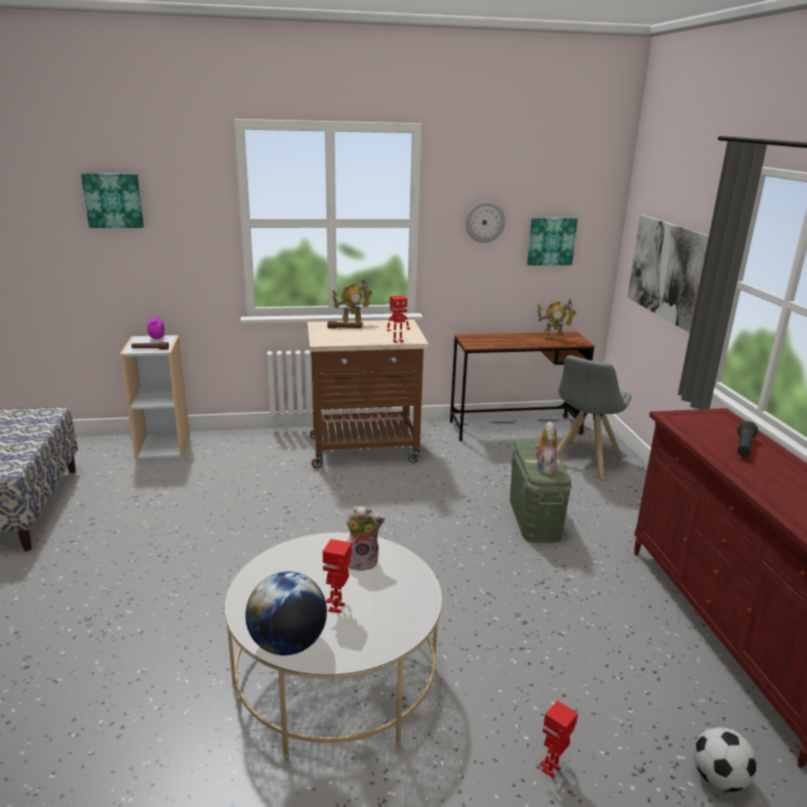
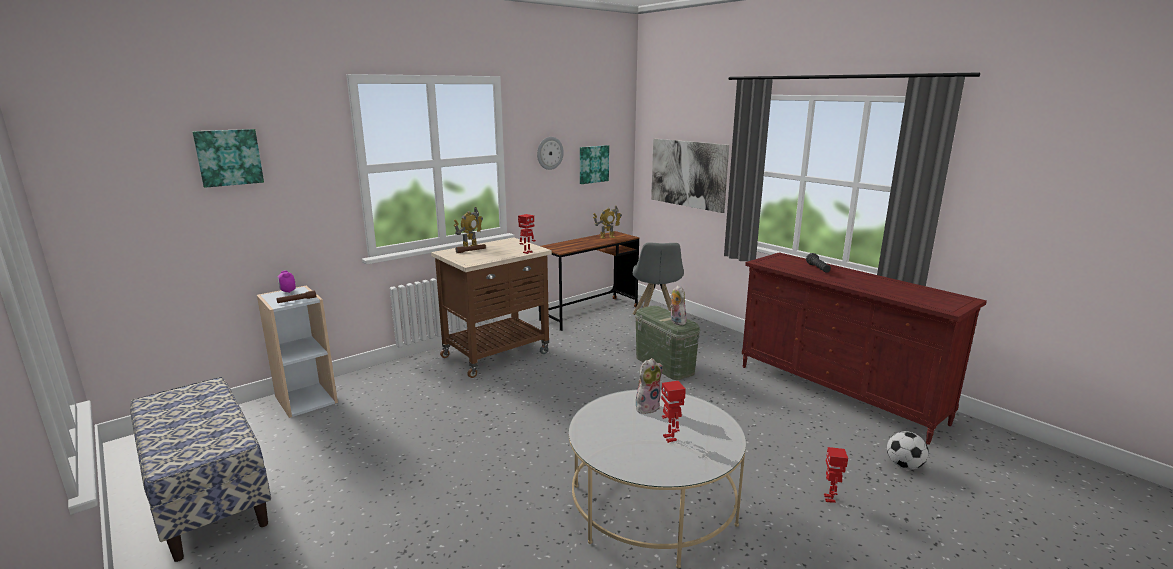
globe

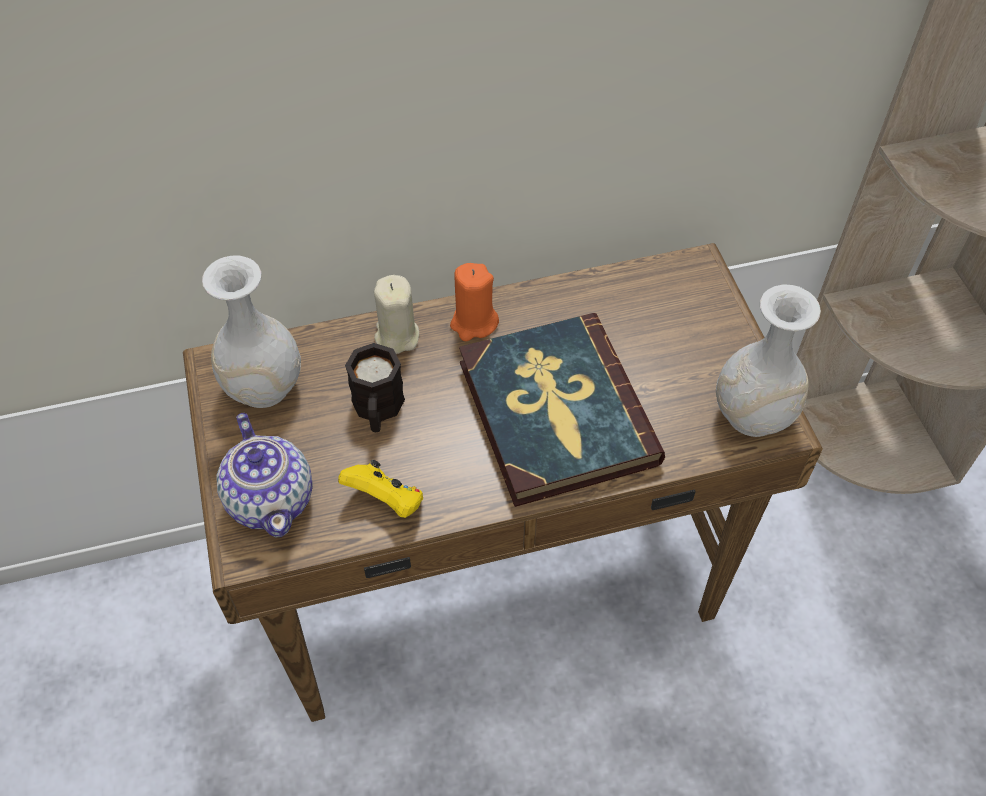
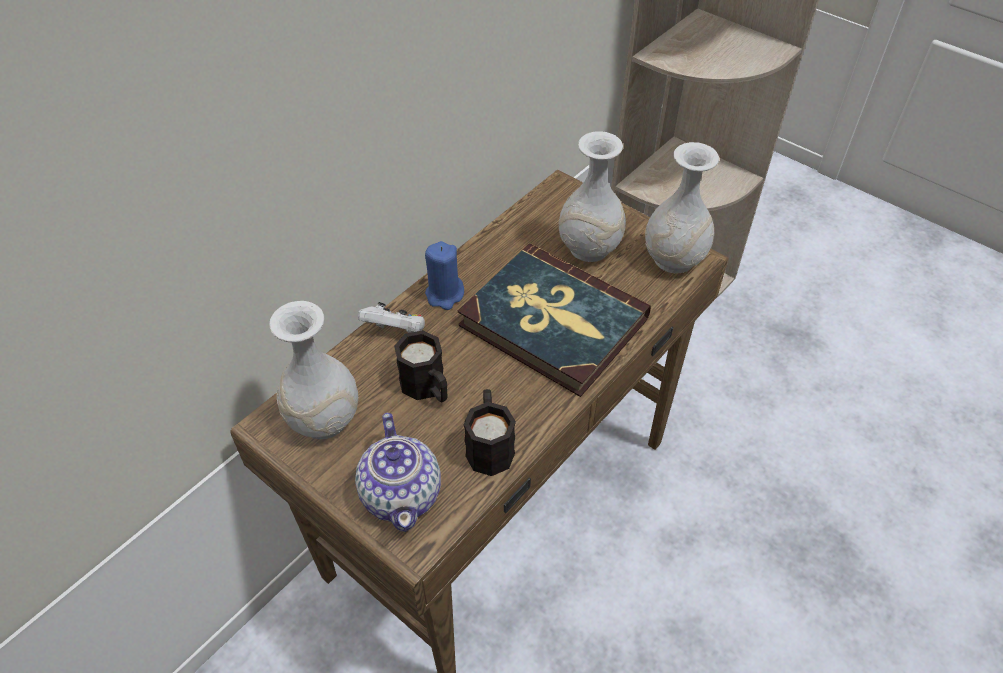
teapot
mug in black (2nd from left)
game controller in white
candle in blue
vase in white (2nd from left)

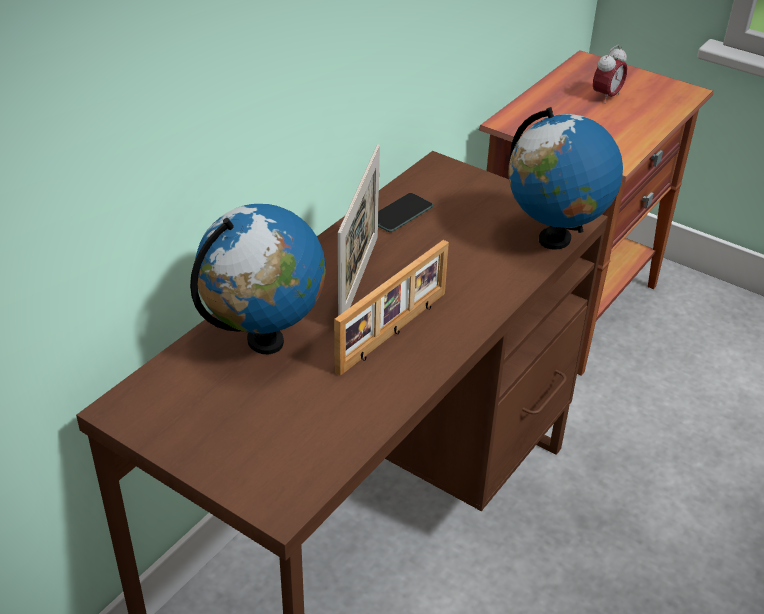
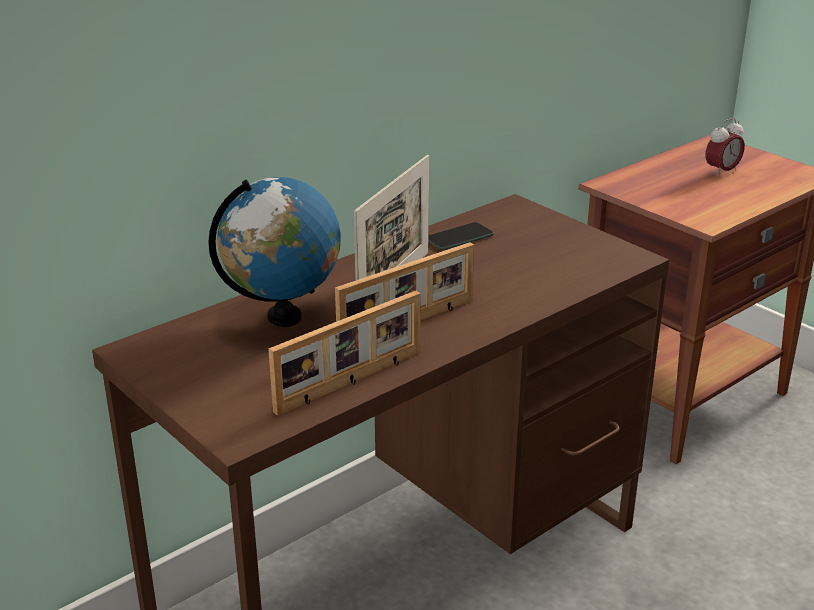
globe (2nd from left in the first image)
picture frame (1st from left)

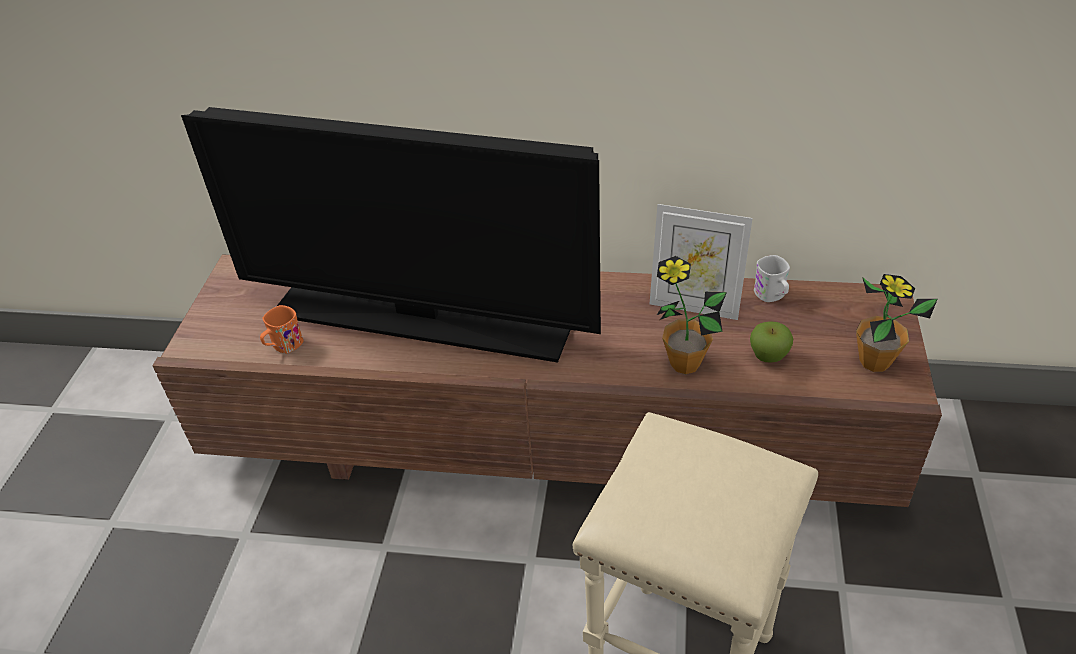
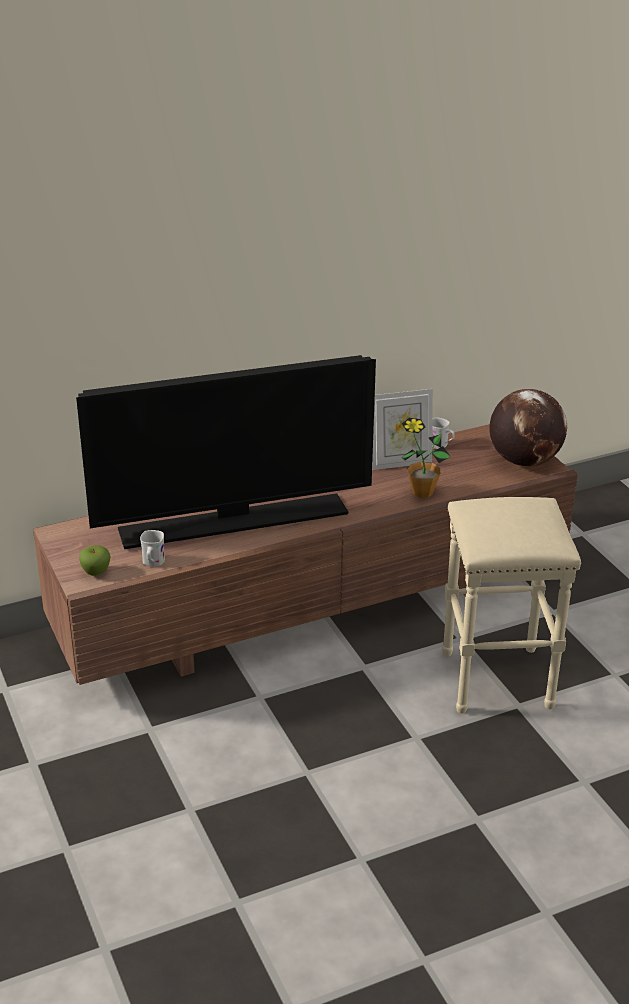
mug in white (1st from left)
apple
globe

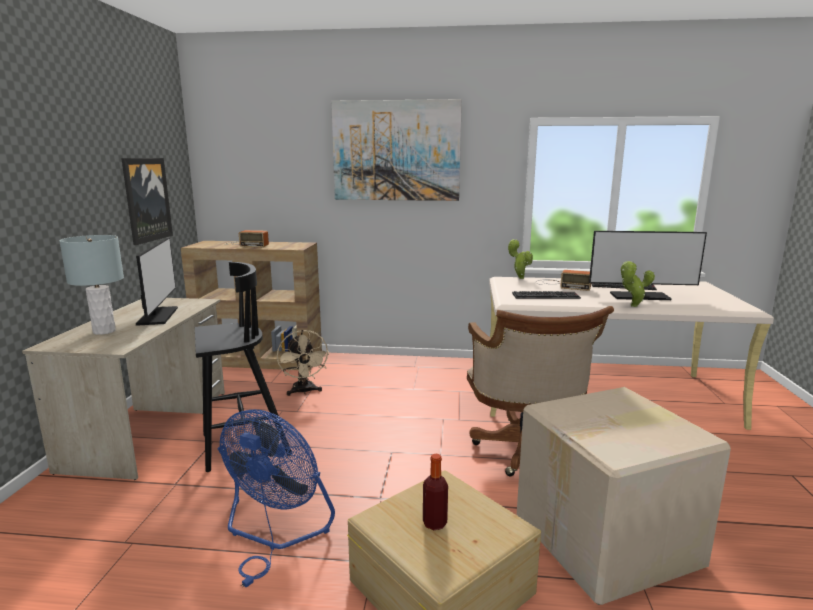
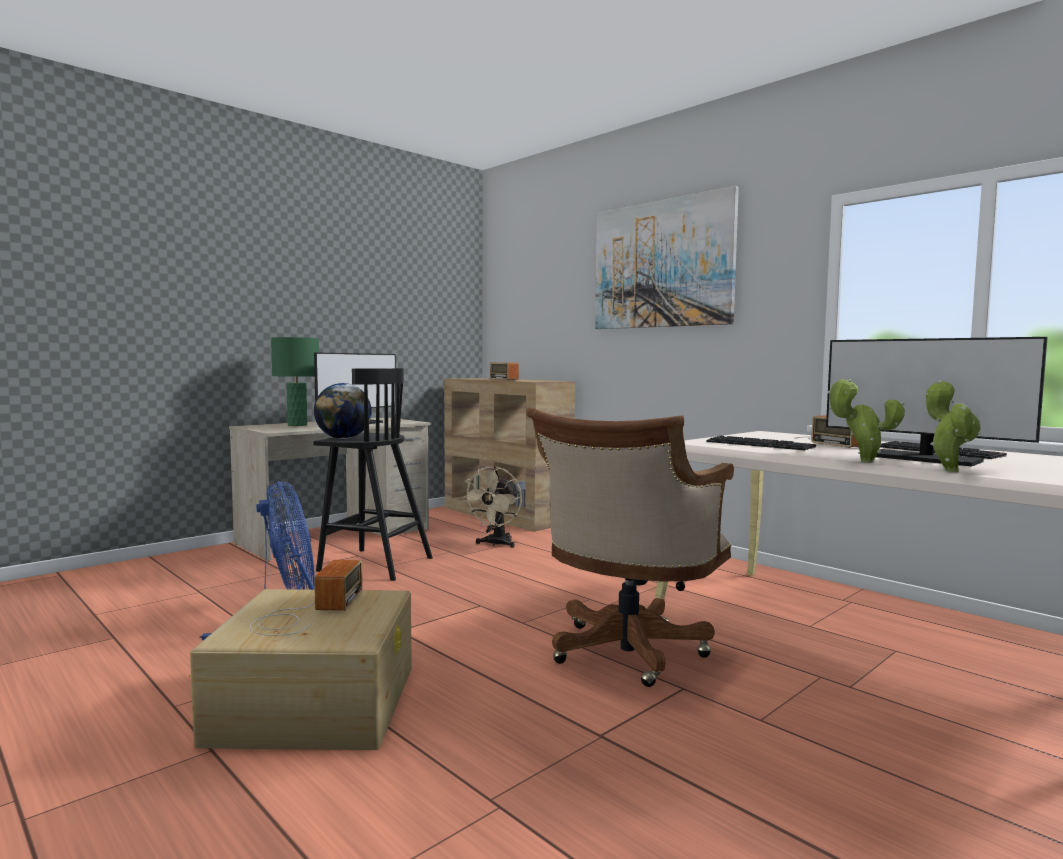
table lamp in green
picture (1st from left in the first image)
radio (1st from left)
potted plant (2nd from left)
cardboard box
globe

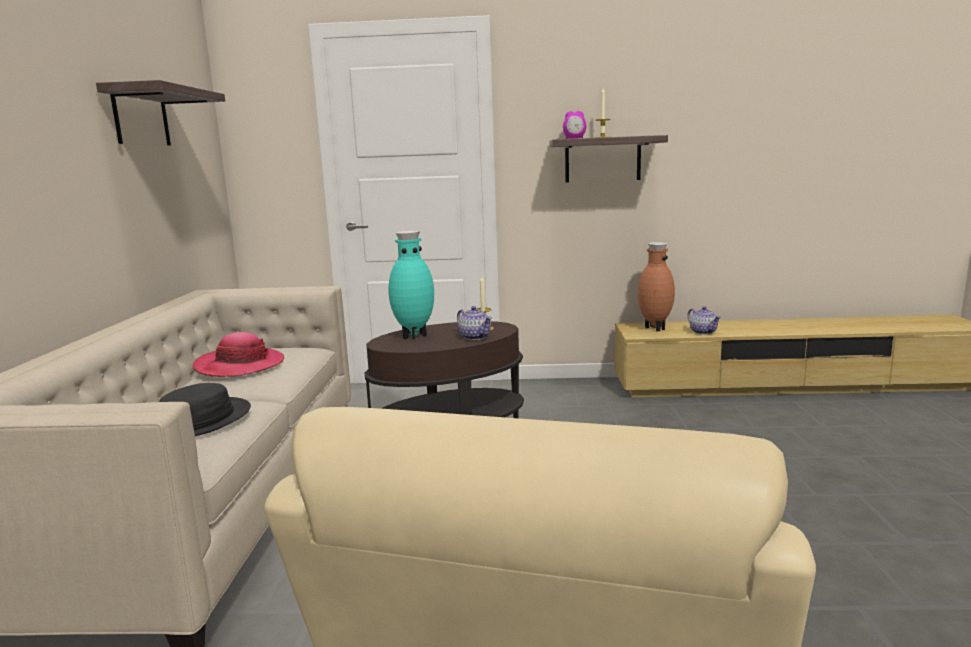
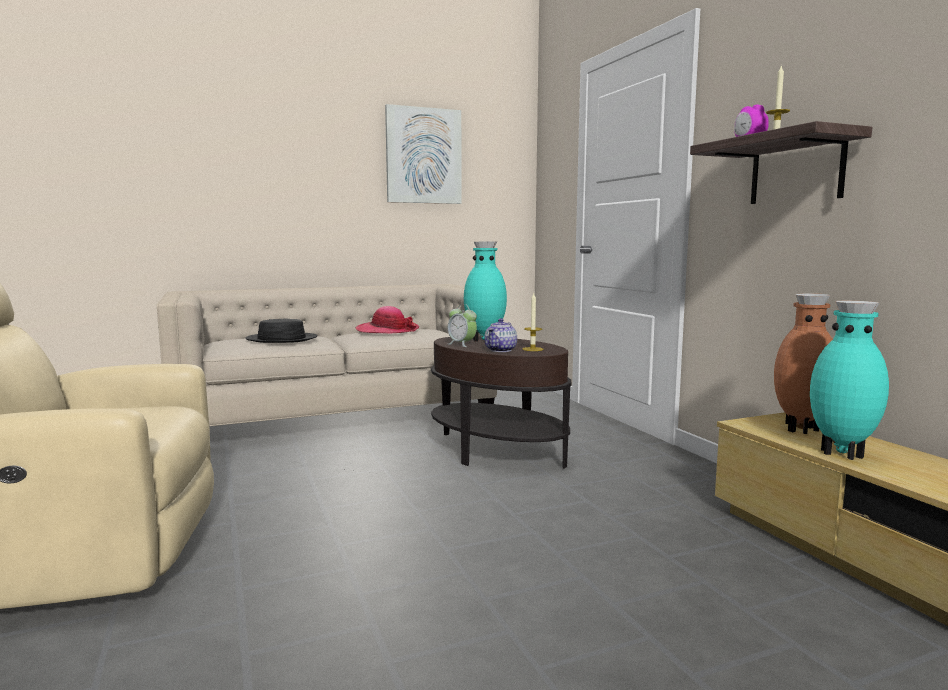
picture
vase in turquoise (2nd from left)
alarm clock (1st from left)

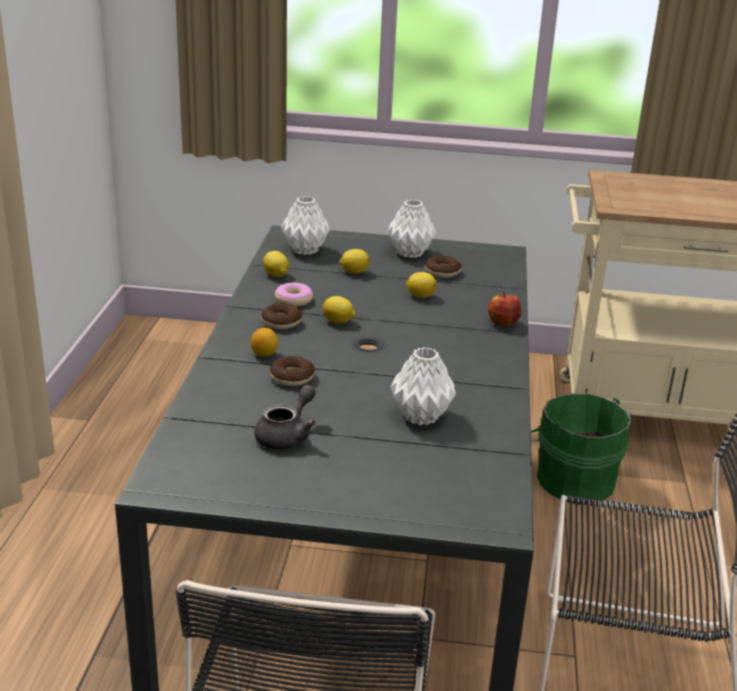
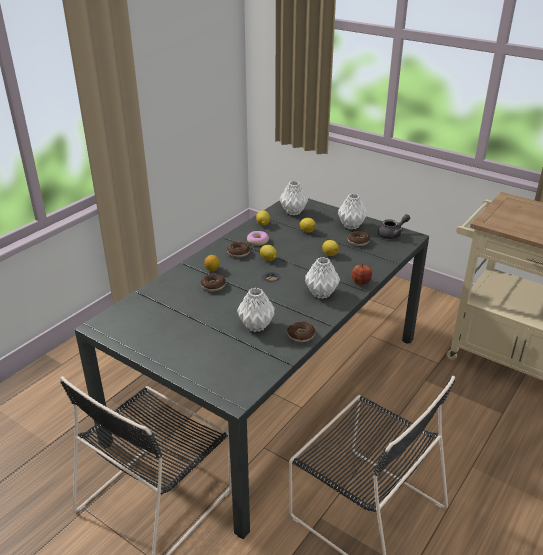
teapot in grey
bucket in green
donut (4th from left)
vase in white (3rd from left)

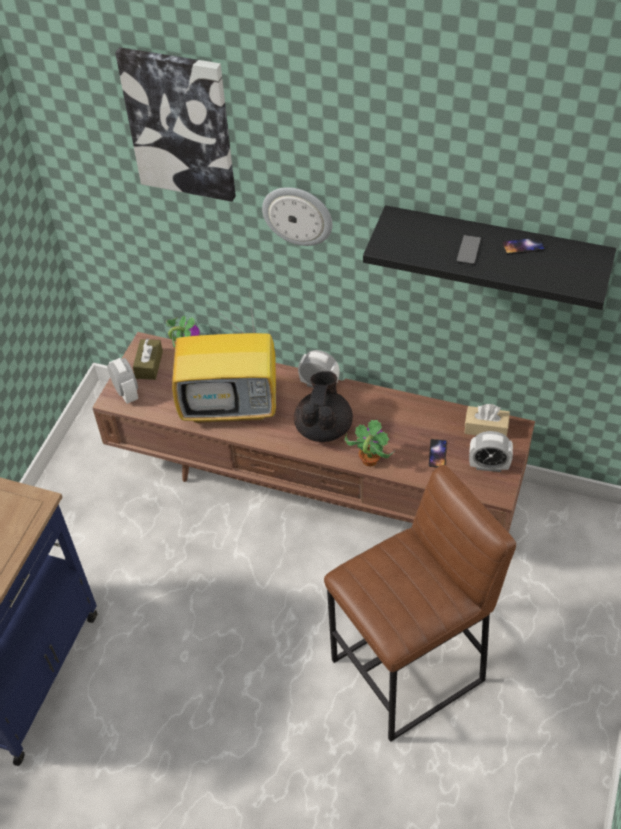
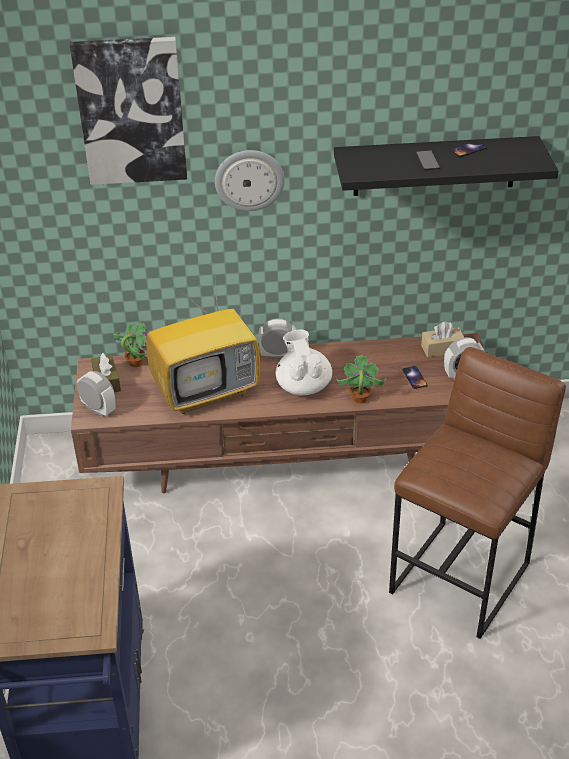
teapot in white

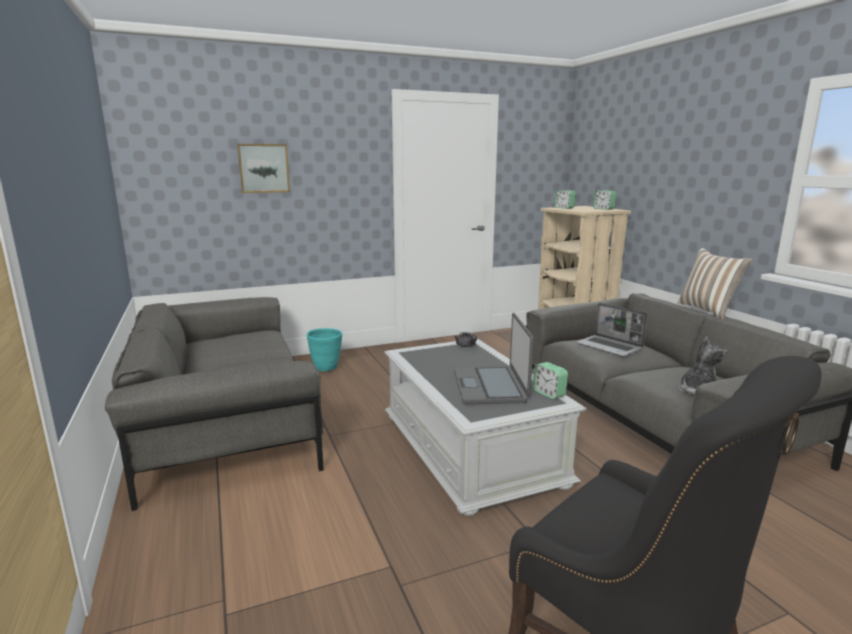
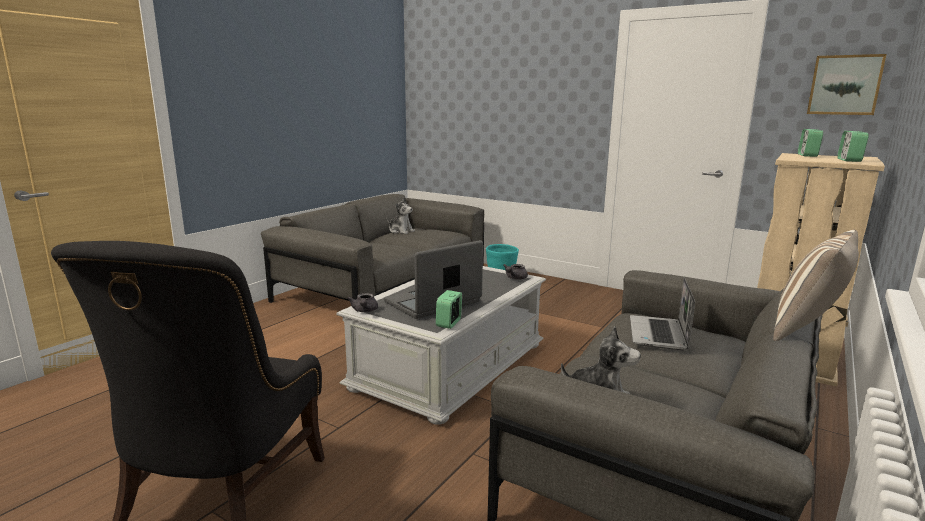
picture
teapot in grey (1st from left)
plush toy (1st from left)

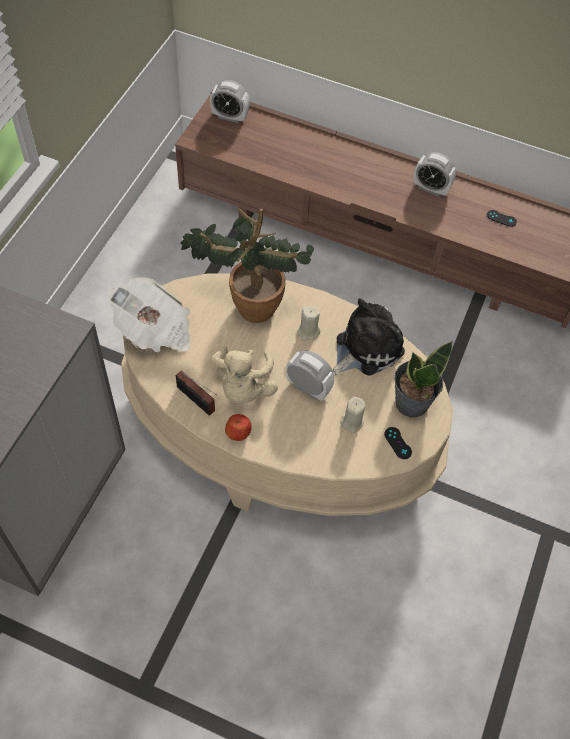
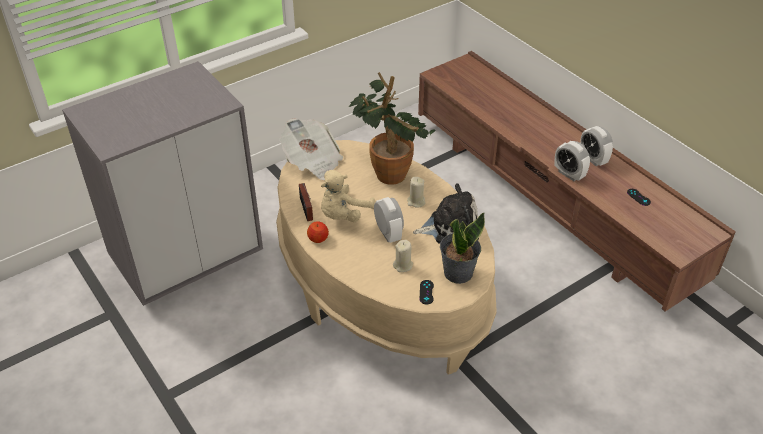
alarm clock (2nd from left)

